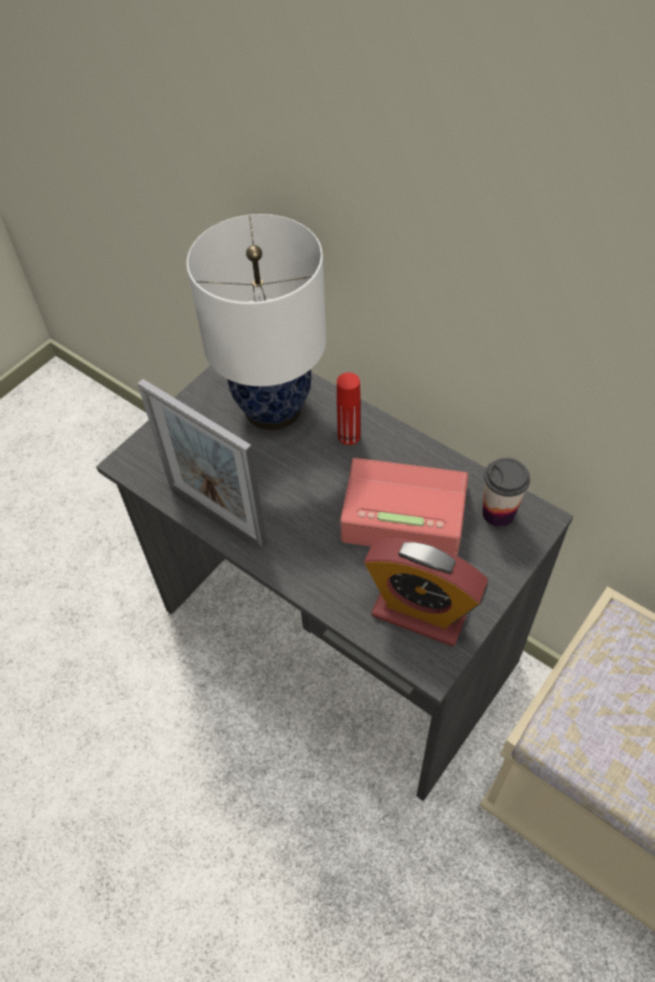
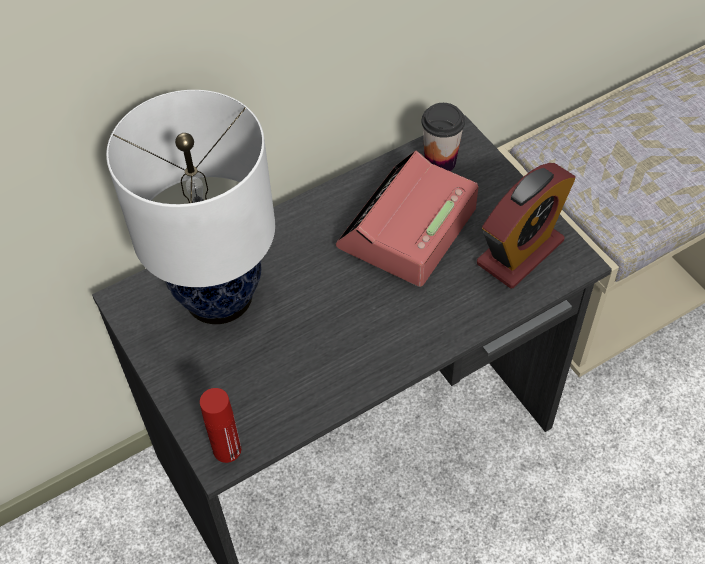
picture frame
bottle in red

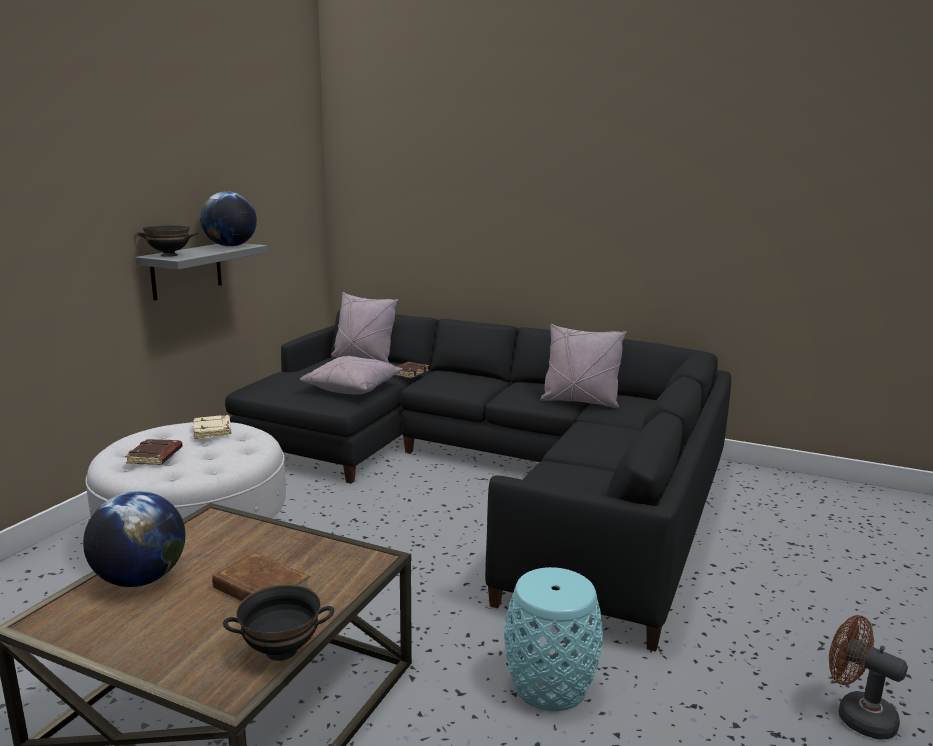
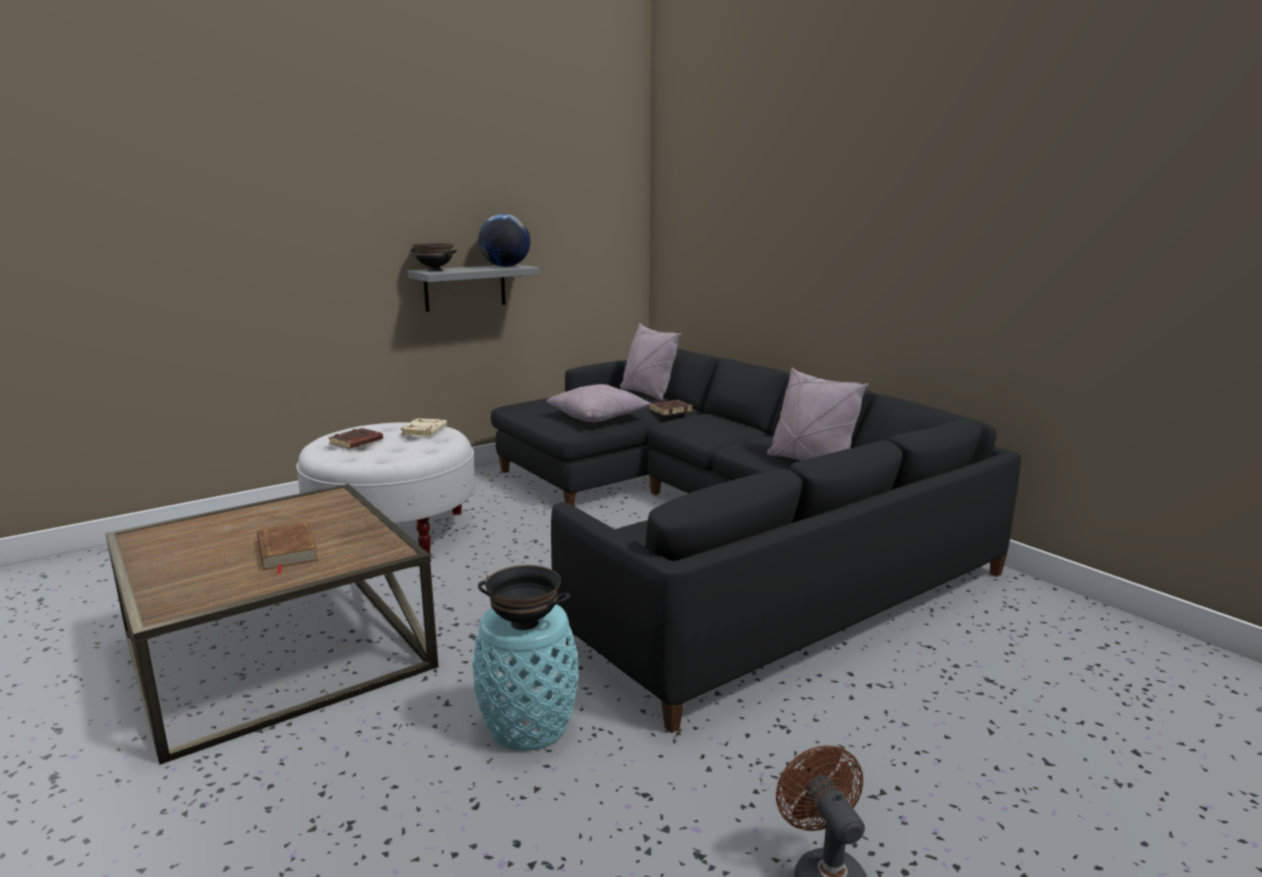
globe (1st from left in the first image)
bowl in black (2nd from left)

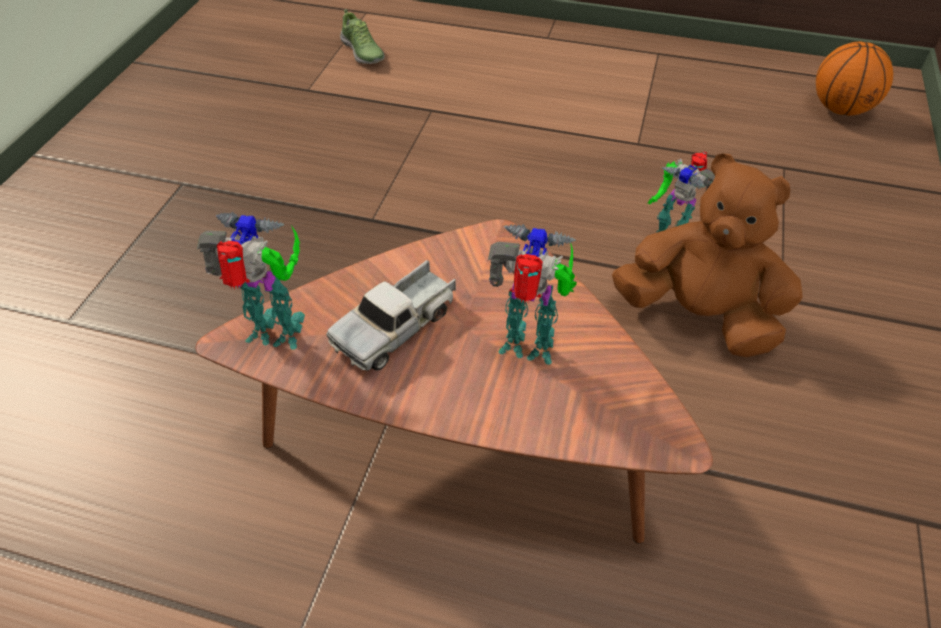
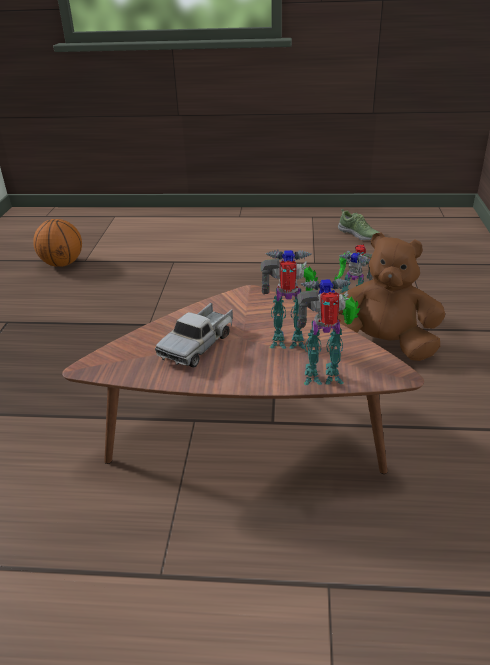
toy robot (2nd from left)
shoe
basketball

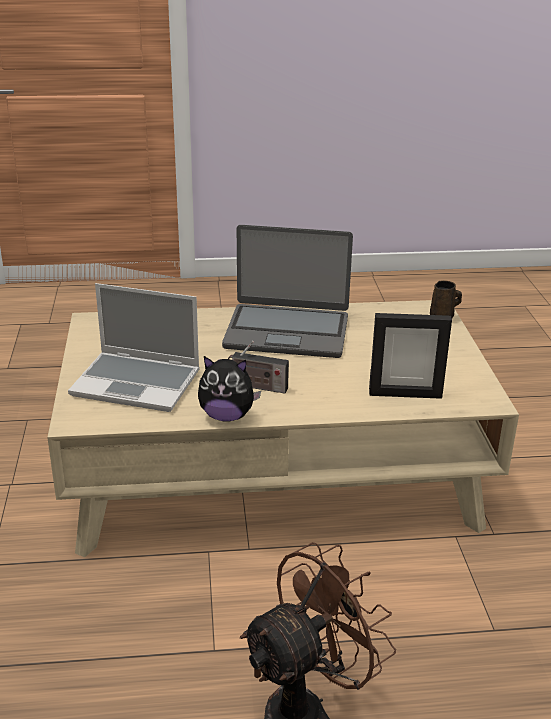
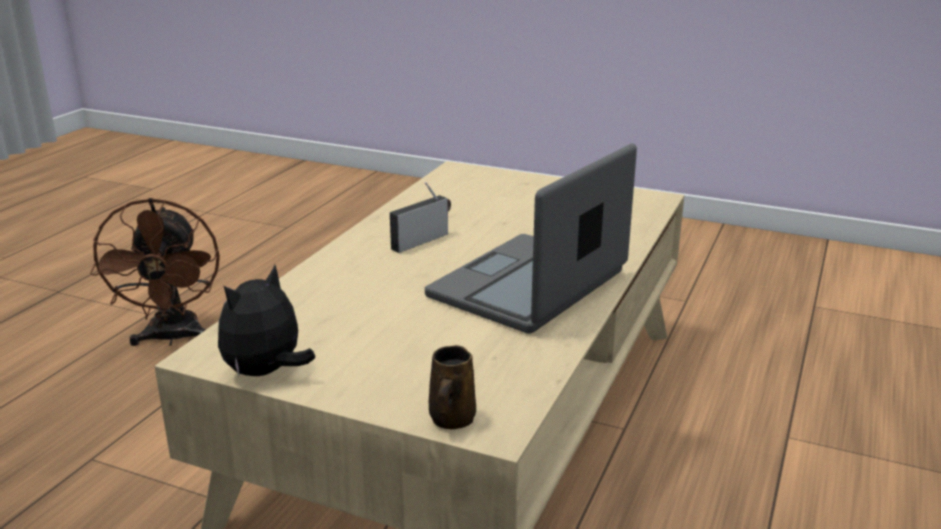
laptop (1st from left in the first image)
plush toy
picture frame

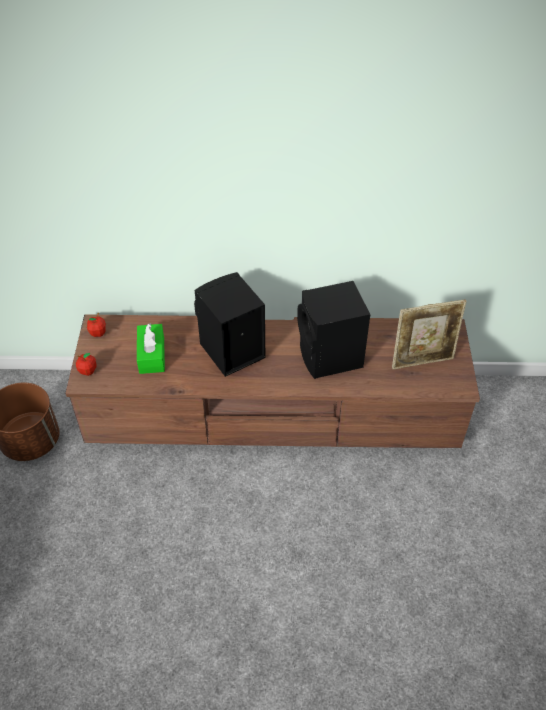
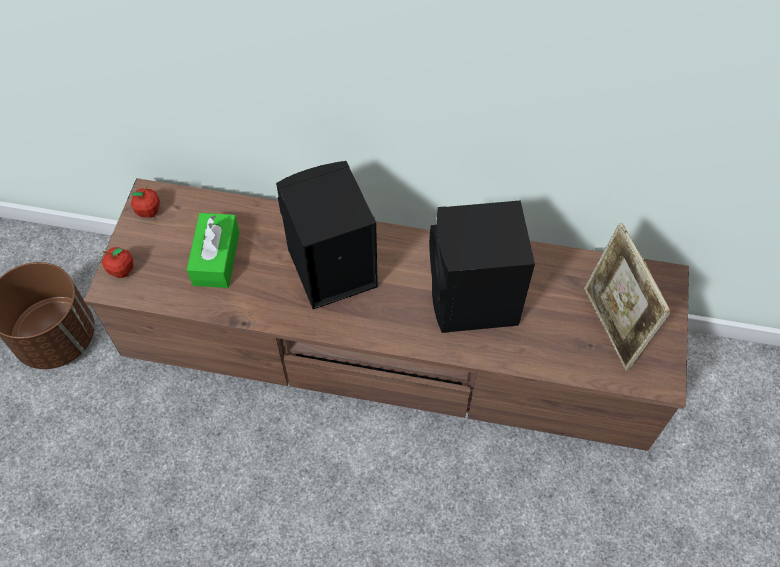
picture frame

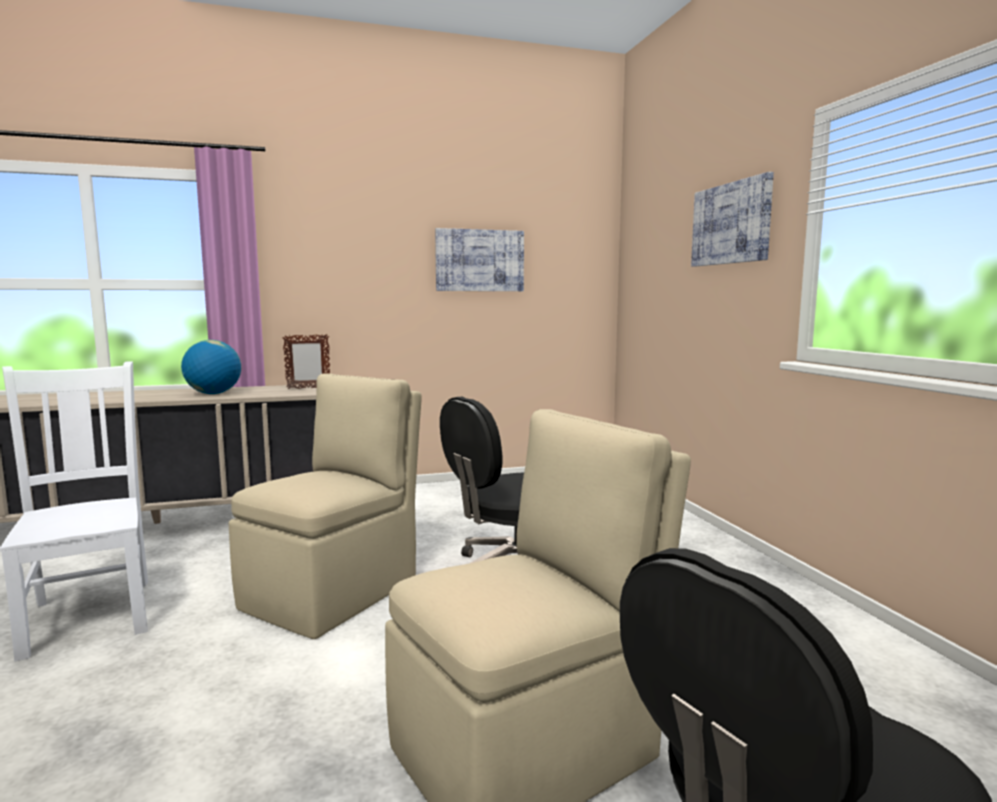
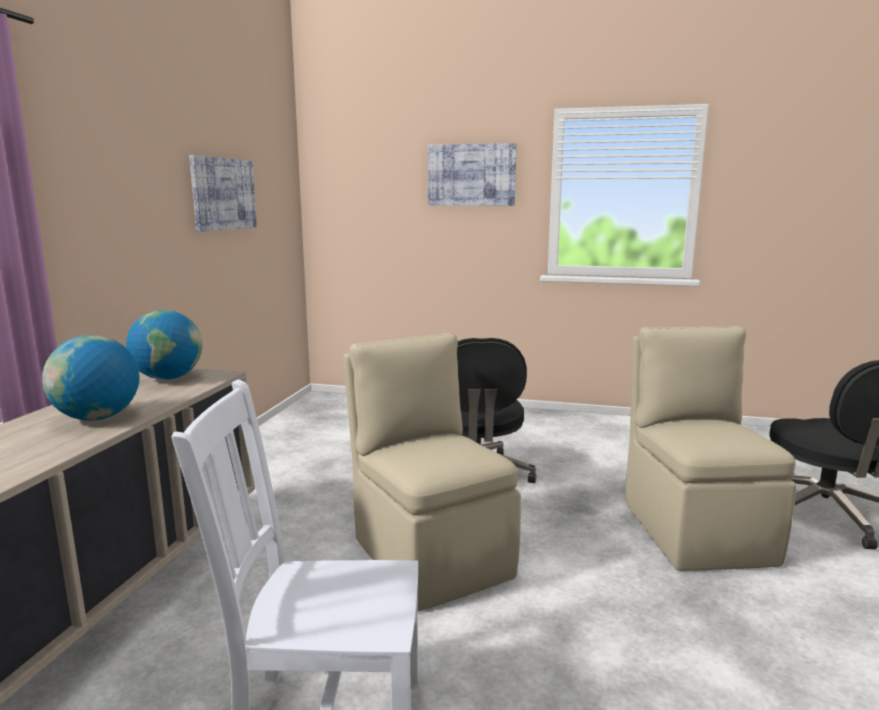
globe (2nd from left)

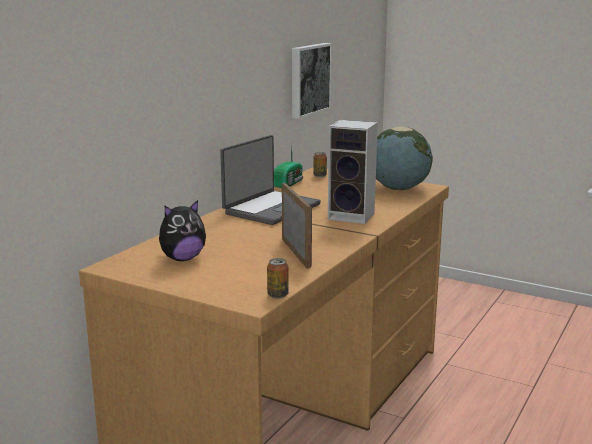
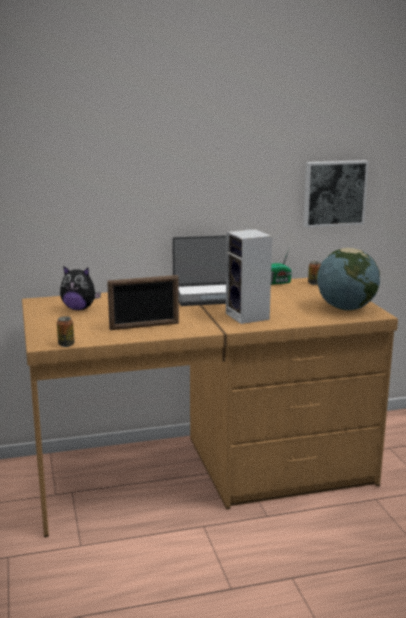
picture frame

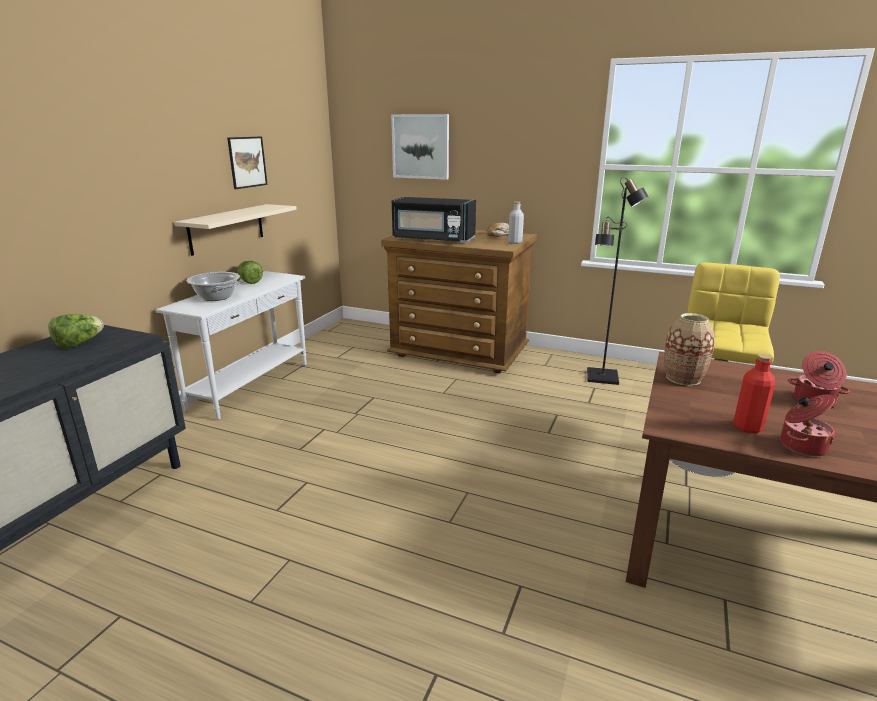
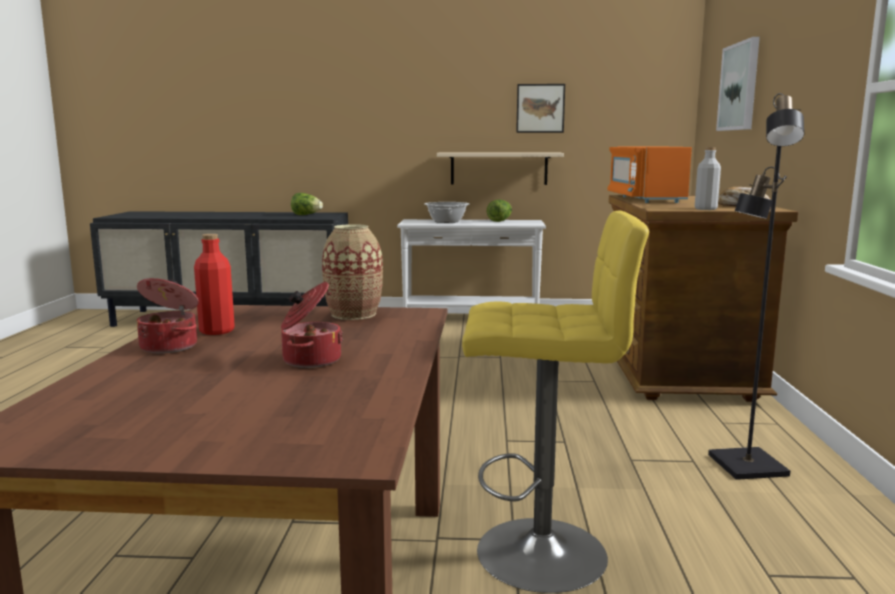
microwave in orange

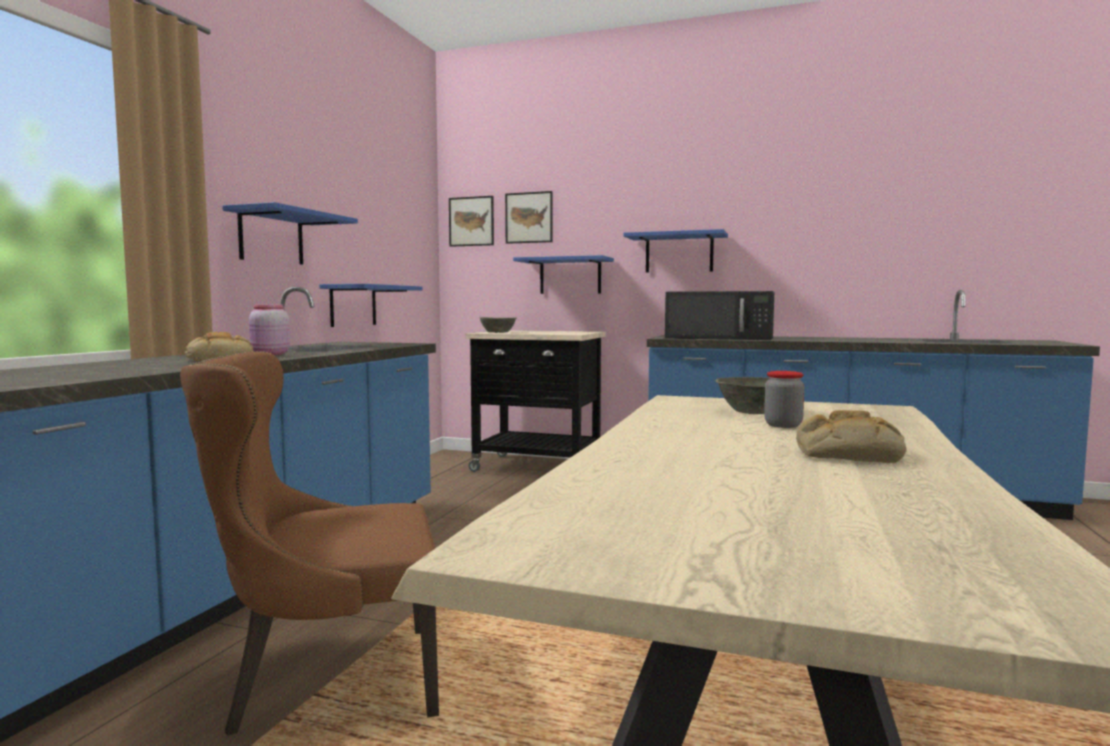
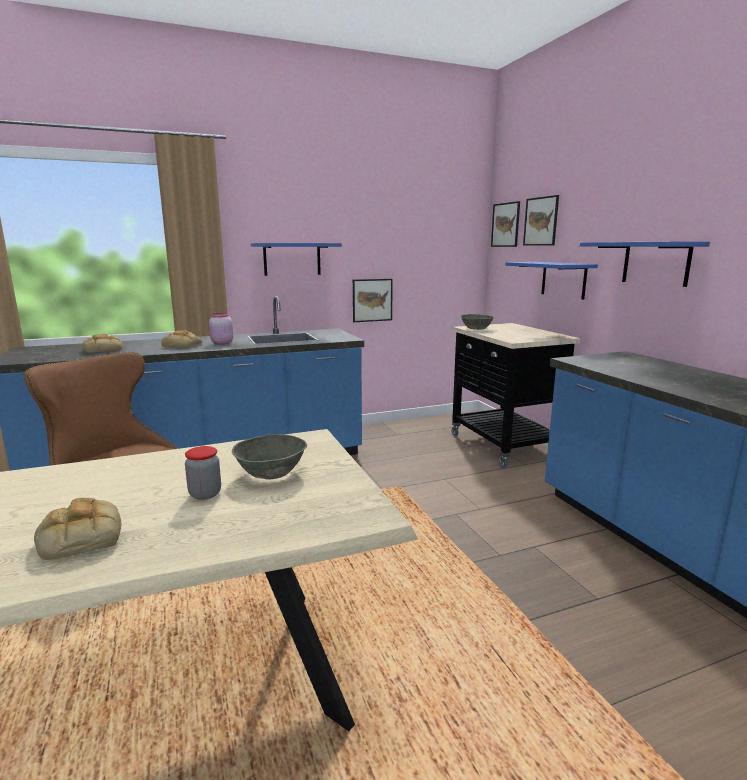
picture (1st from left)
microwave in black
bread (2nd from left)

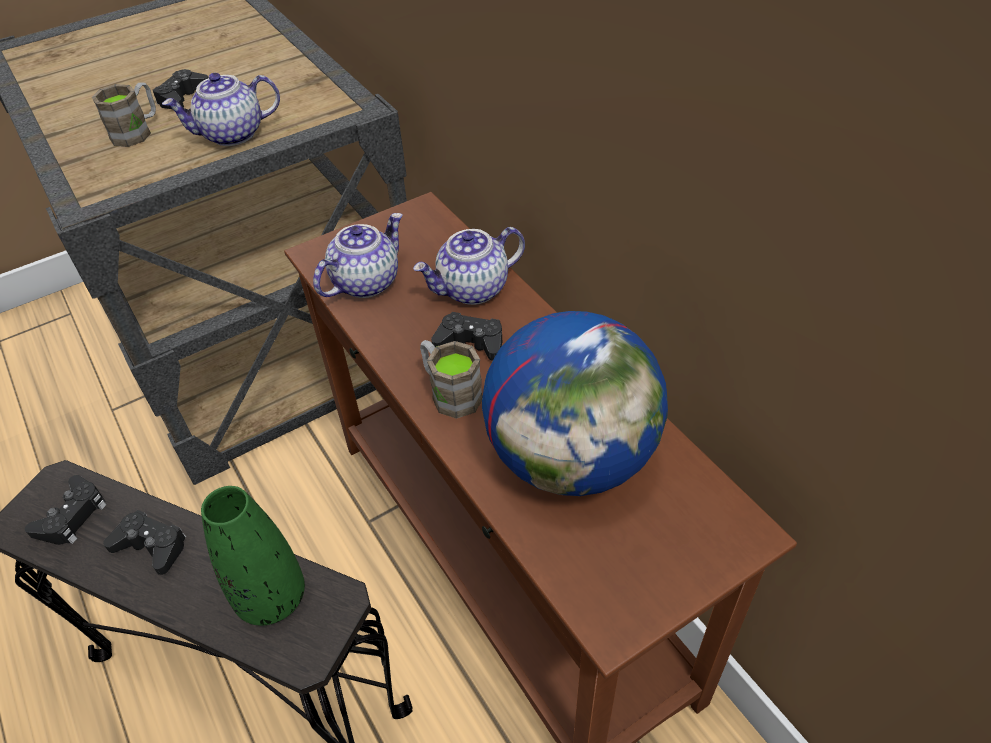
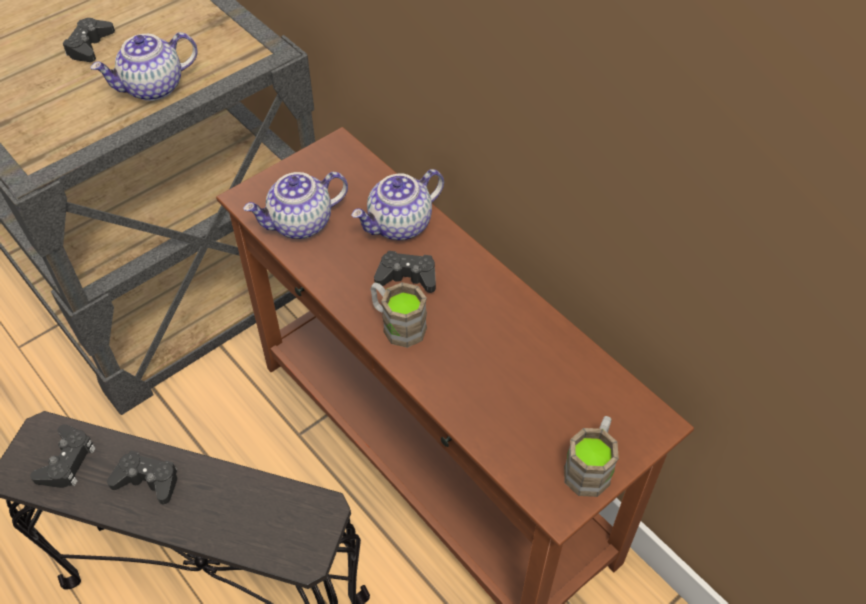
mug in brown (2nd from left)
vase in green
teapot (2nd from left)
globe

